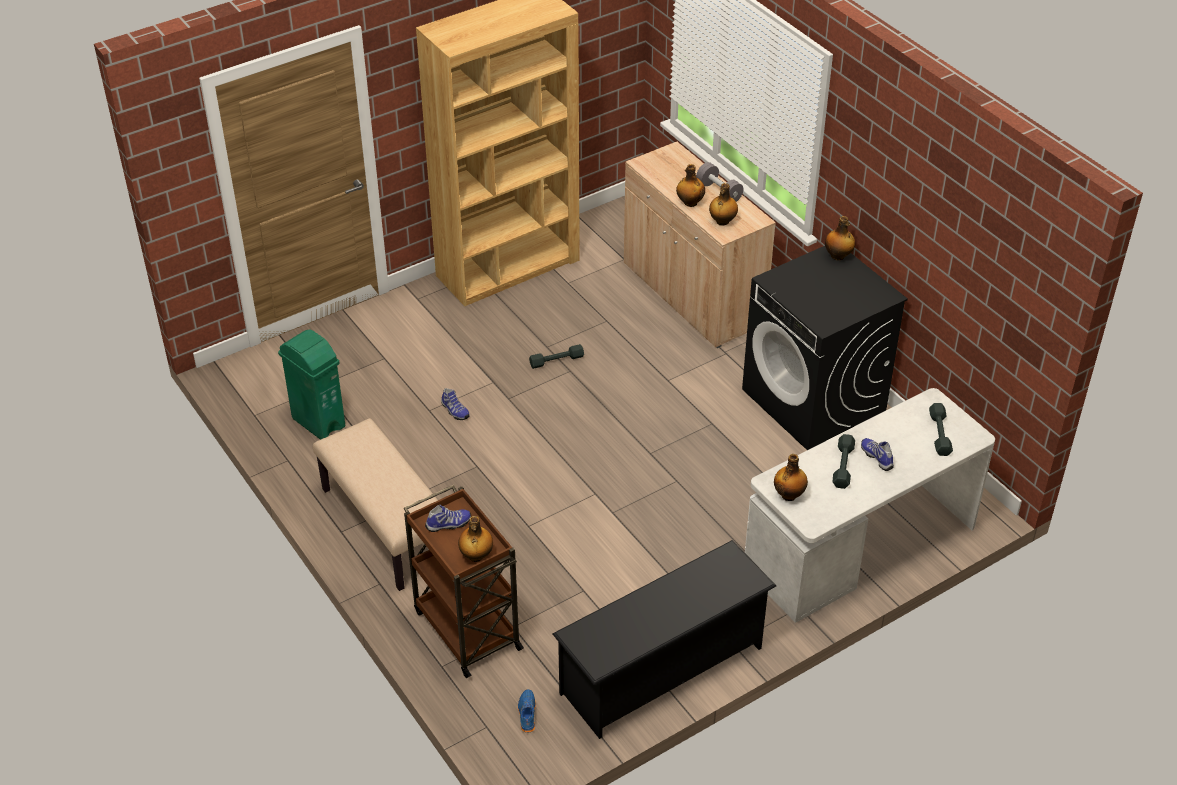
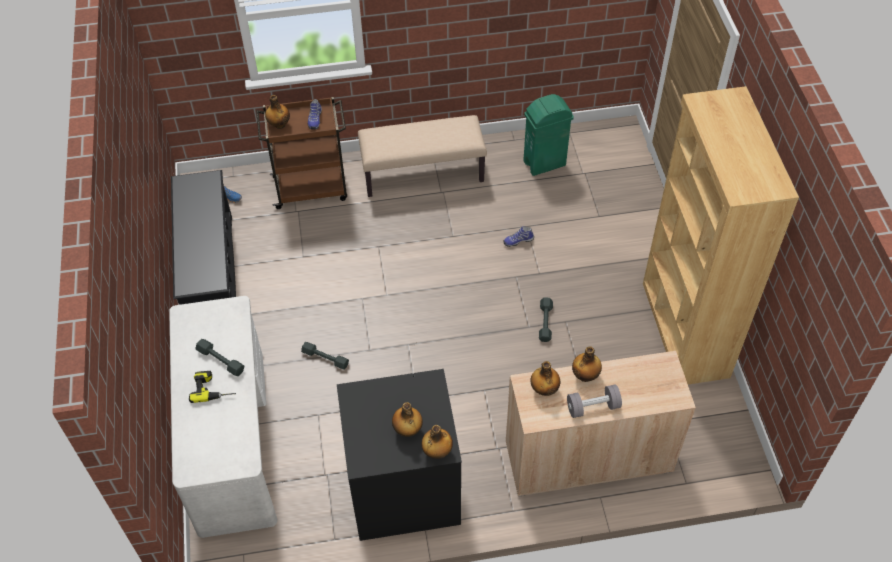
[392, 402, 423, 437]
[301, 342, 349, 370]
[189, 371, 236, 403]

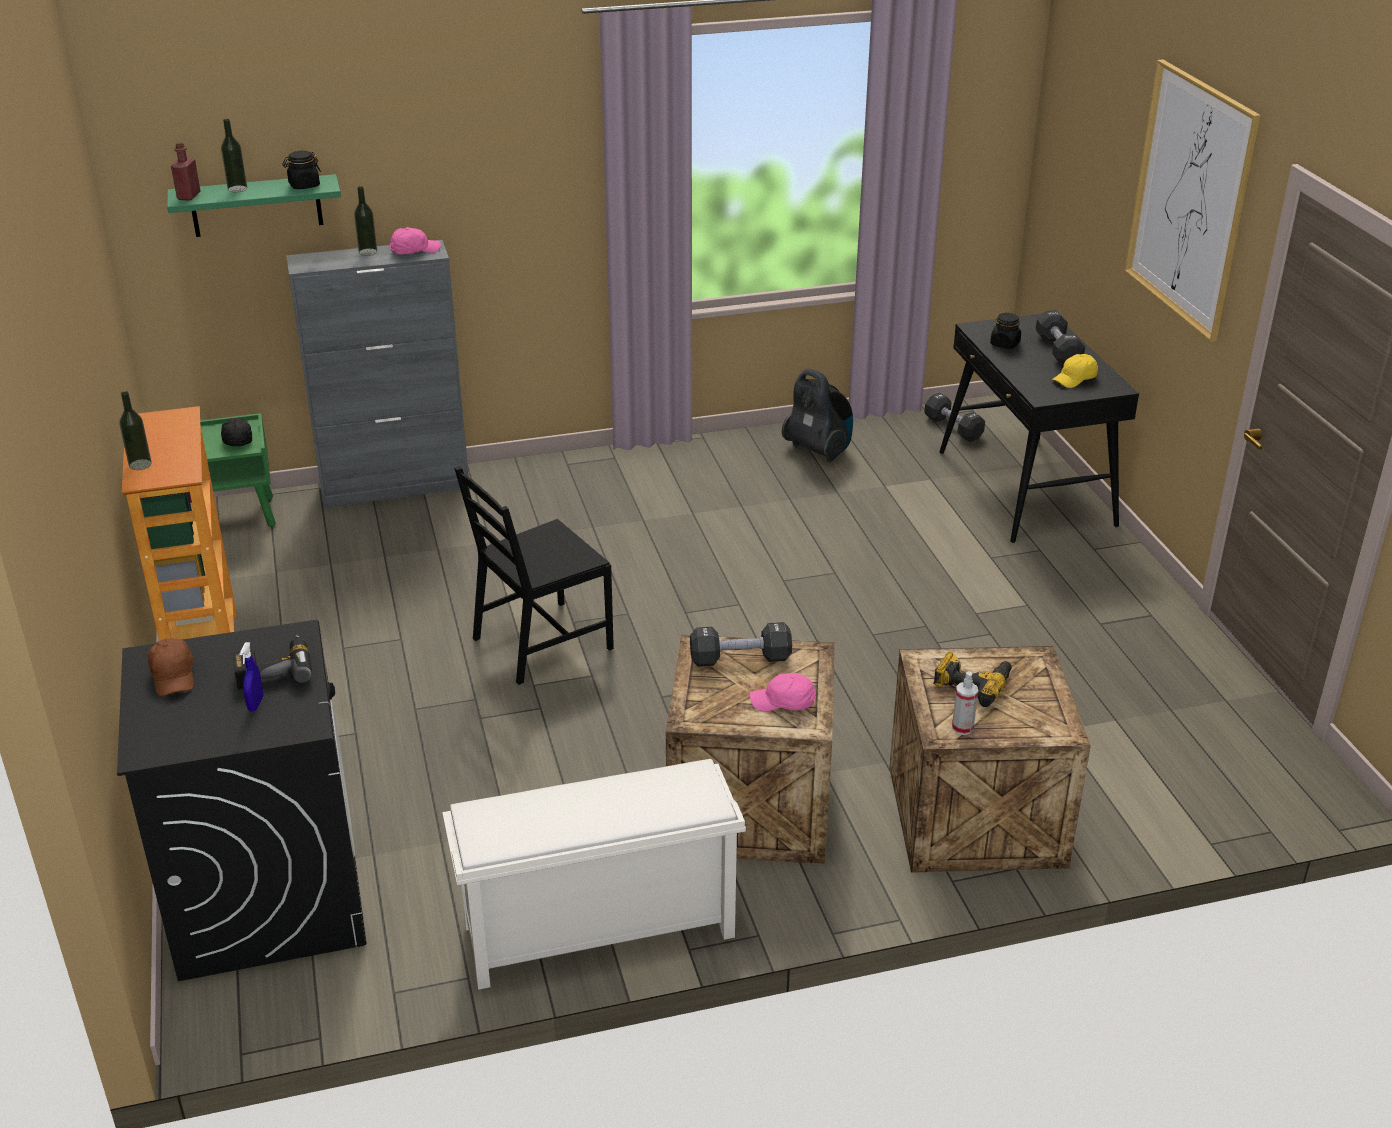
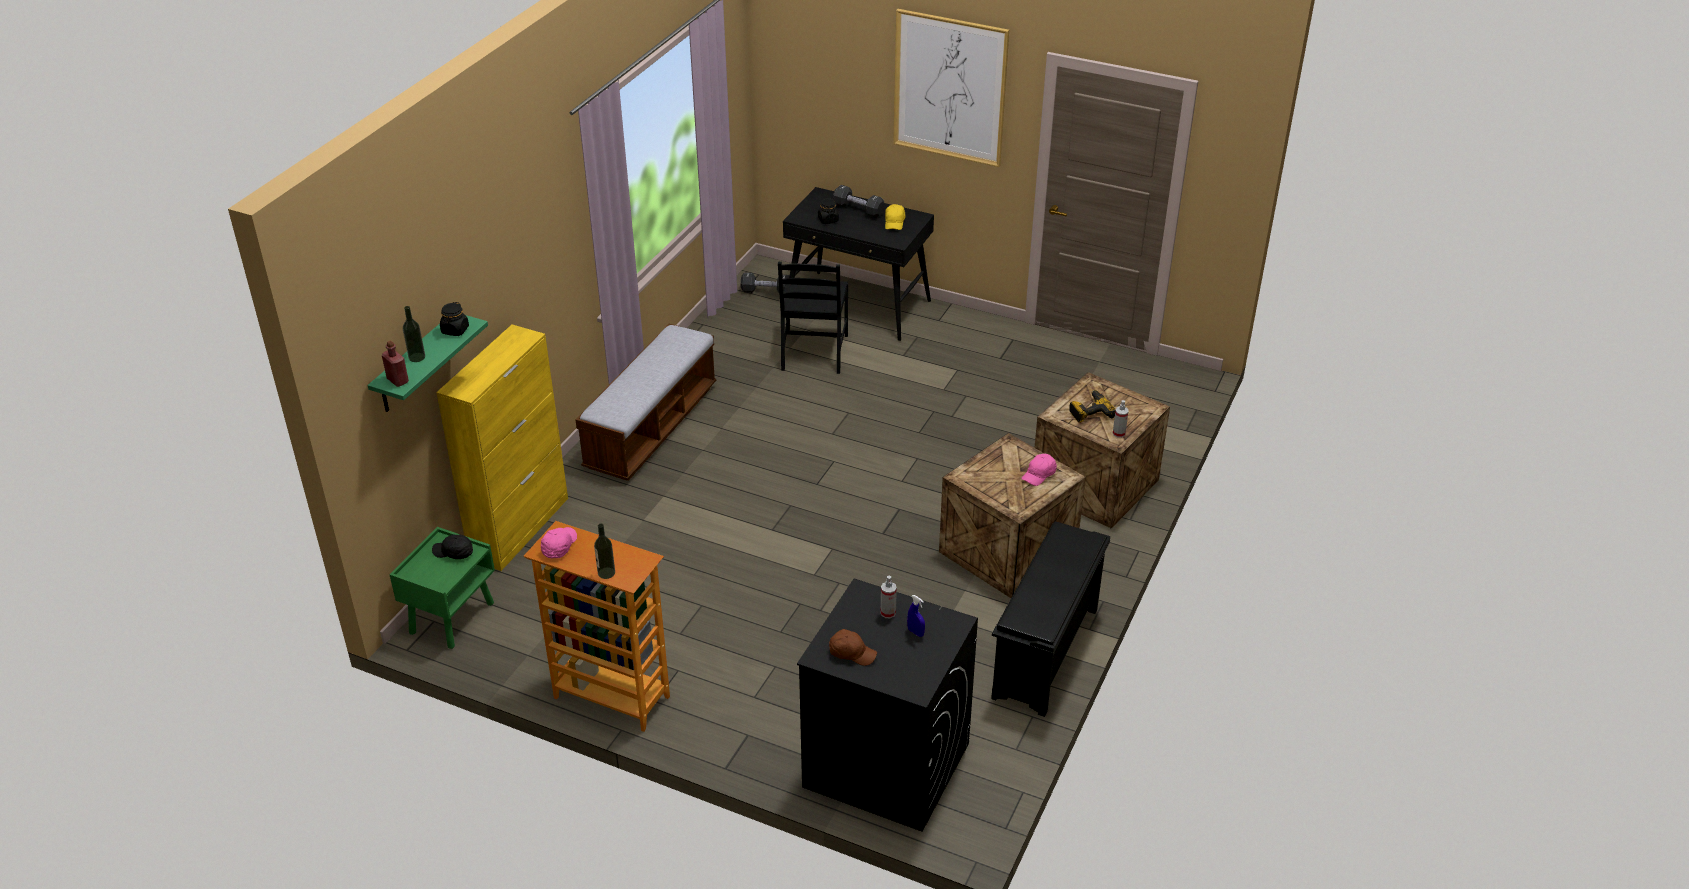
[354, 186, 377, 256] (first image)
[690, 622, 792, 667] (first image)
[782, 369, 853, 462] (first image)
[575, 324, 716, 481]
[541, 527, 577, 559]
[778, 262, 848, 374]
[881, 575, 897, 618]
[436, 325, 568, 571]
[991, 521, 1110, 717]

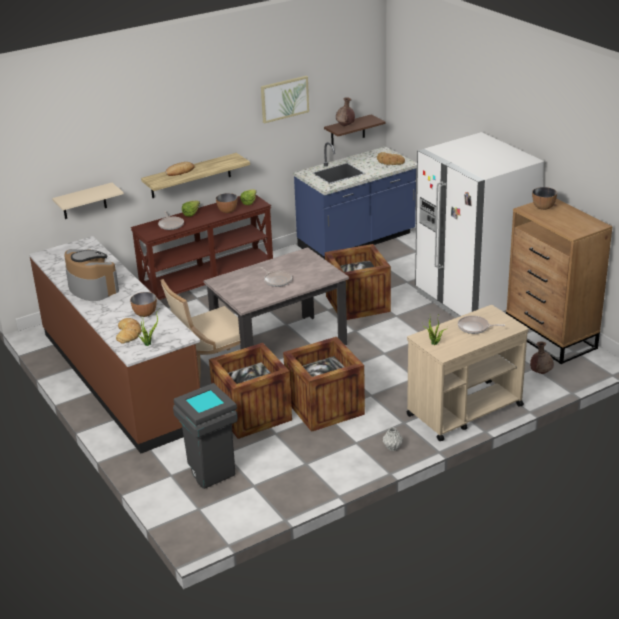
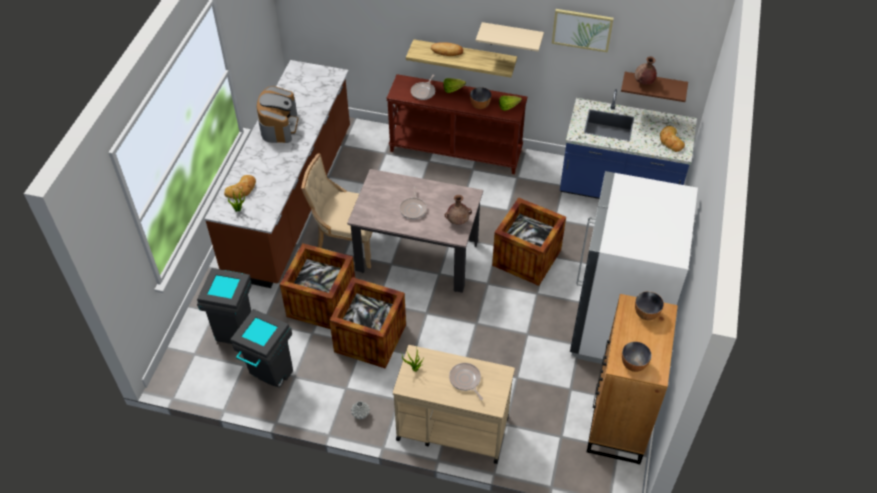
[230, 309, 293, 388]
[476, 22, 544, 52]
[622, 342, 652, 372]
[445, 195, 472, 225]

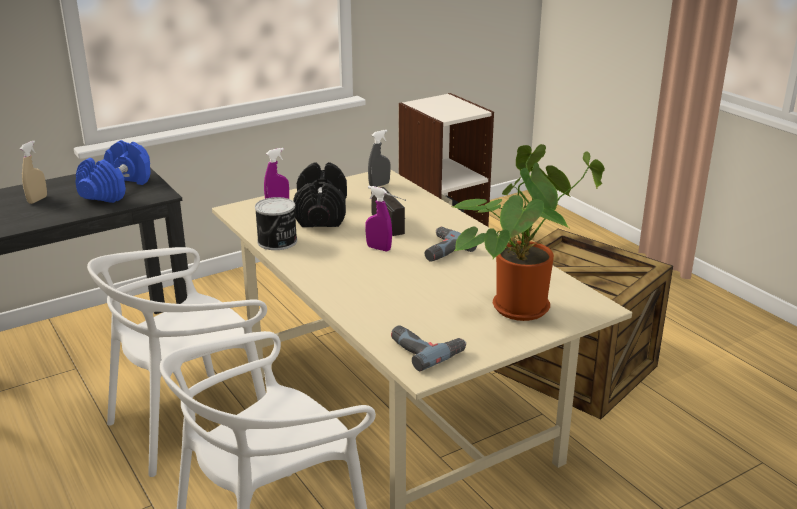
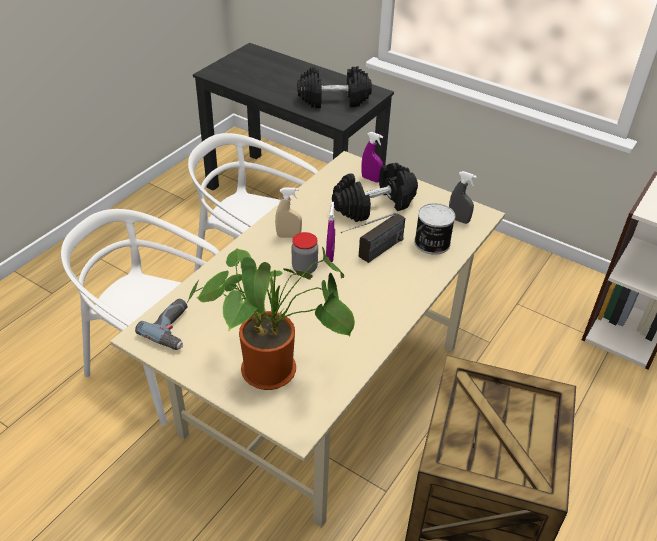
[425, 227, 477, 262] (first image)
[292, 232, 318, 274]
[275, 188, 302, 238]
[414, 203, 455, 255]
[297, 66, 372, 108]

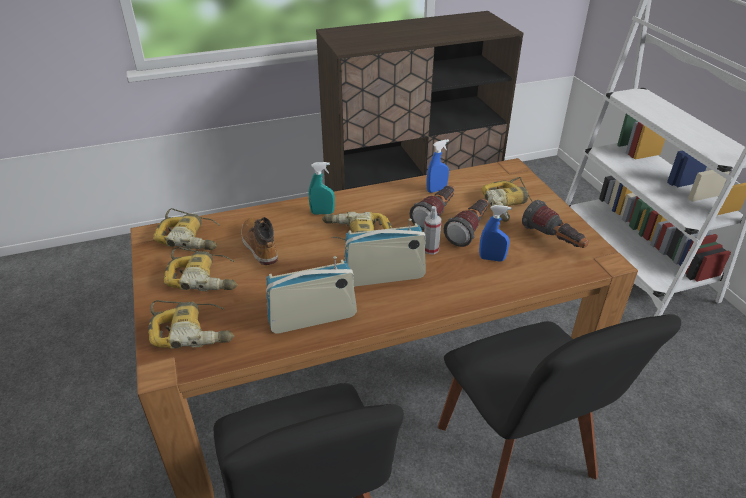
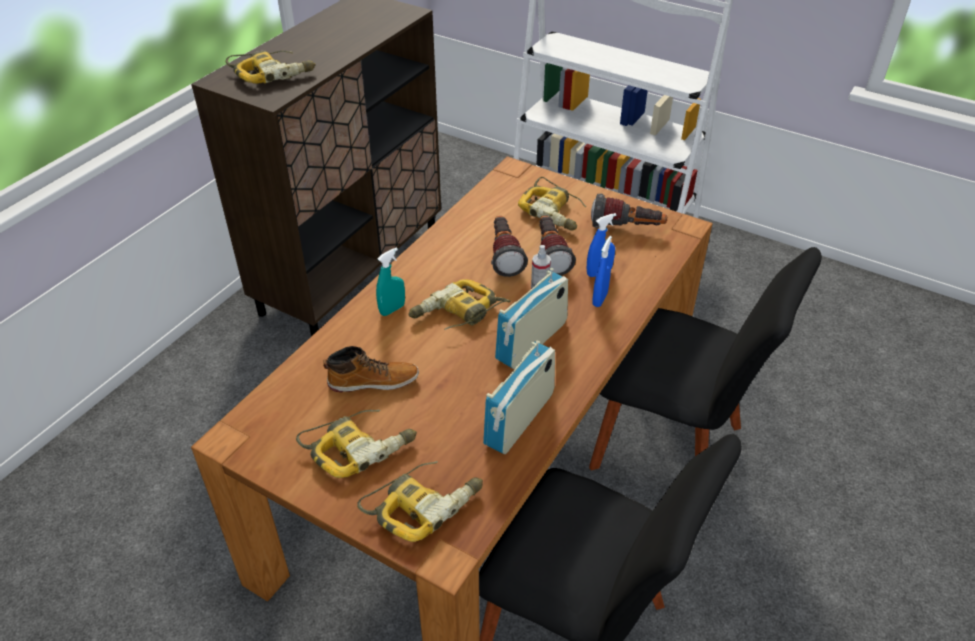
[225, 50, 316, 84]
[592, 236, 612, 307]
[323, 346, 419, 393]

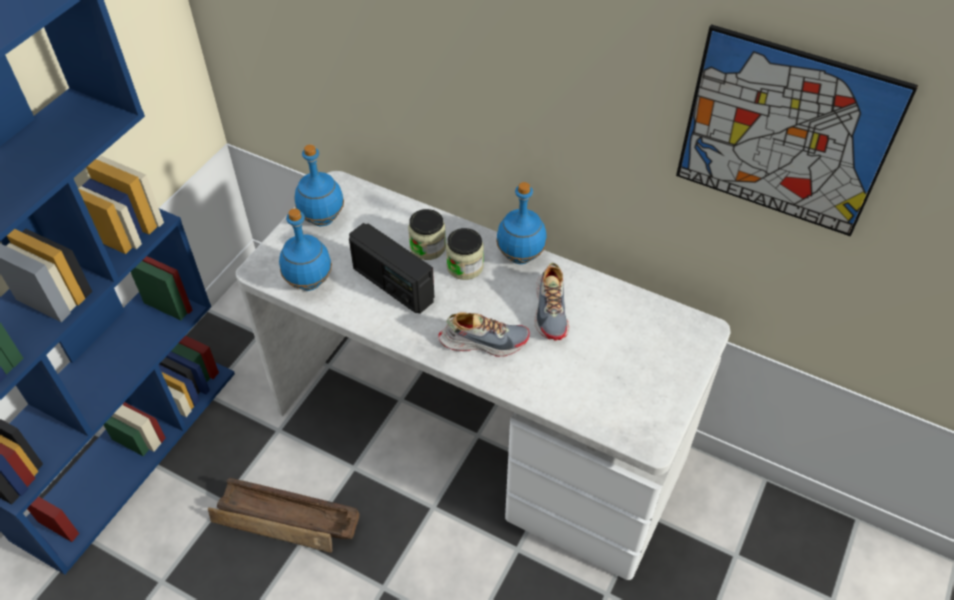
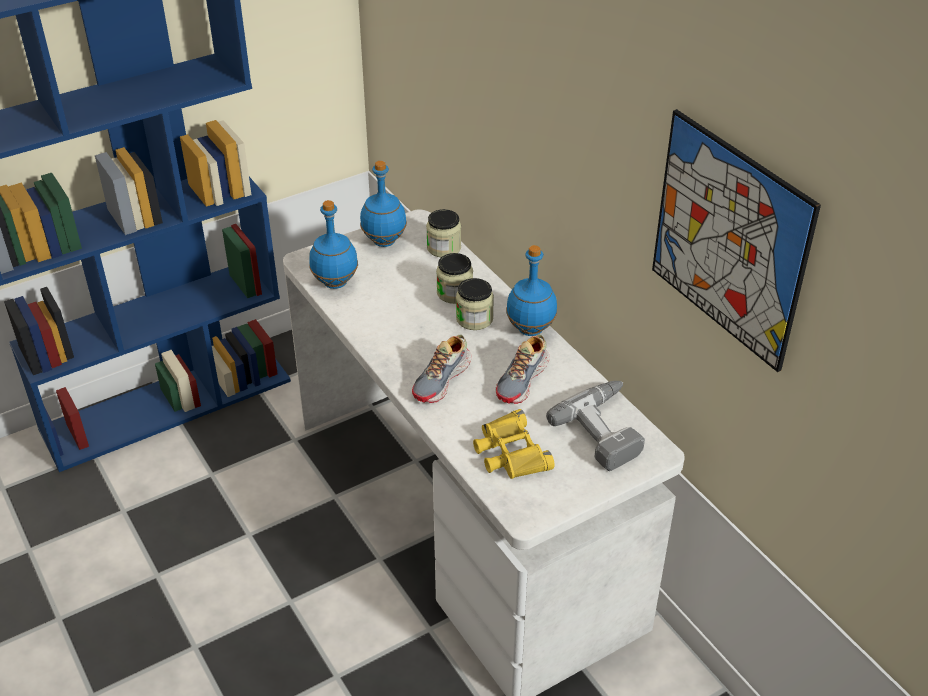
[208, 478, 360, 553] (first image)
[349, 223, 435, 314] (first image)
[426, 209, 461, 257]
[473, 409, 555, 479]
[546, 381, 645, 471]
[412, 334, 472, 403]

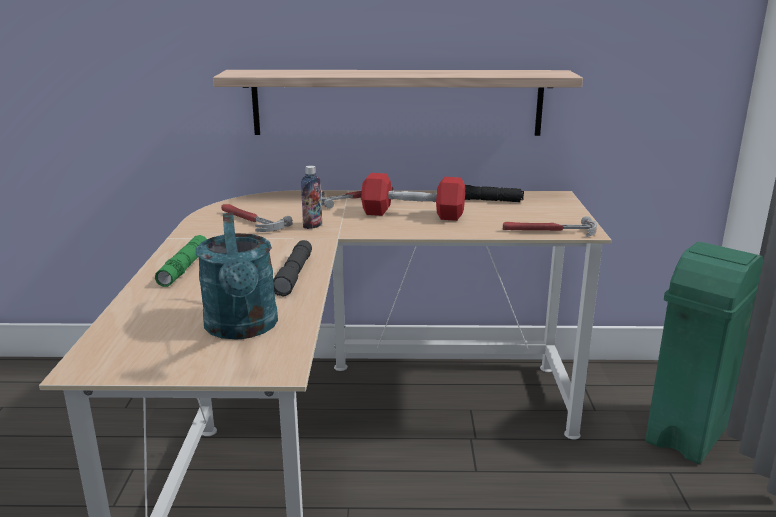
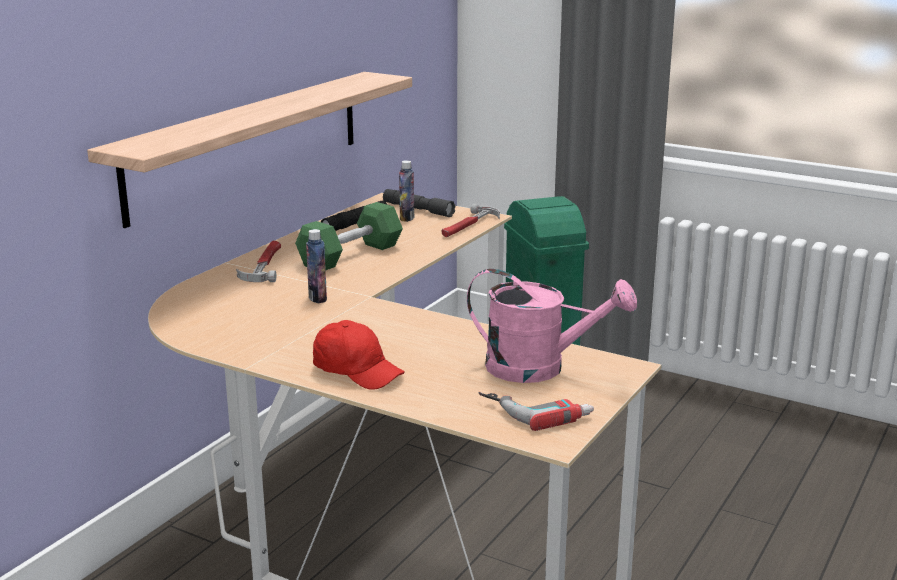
[221, 204, 293, 232] (first image)
[399, 160, 414, 222]
[479, 392, 594, 431]
[383, 189, 456, 217]
[313, 320, 405, 390]
[467, 269, 637, 383]
[295, 202, 403, 270]

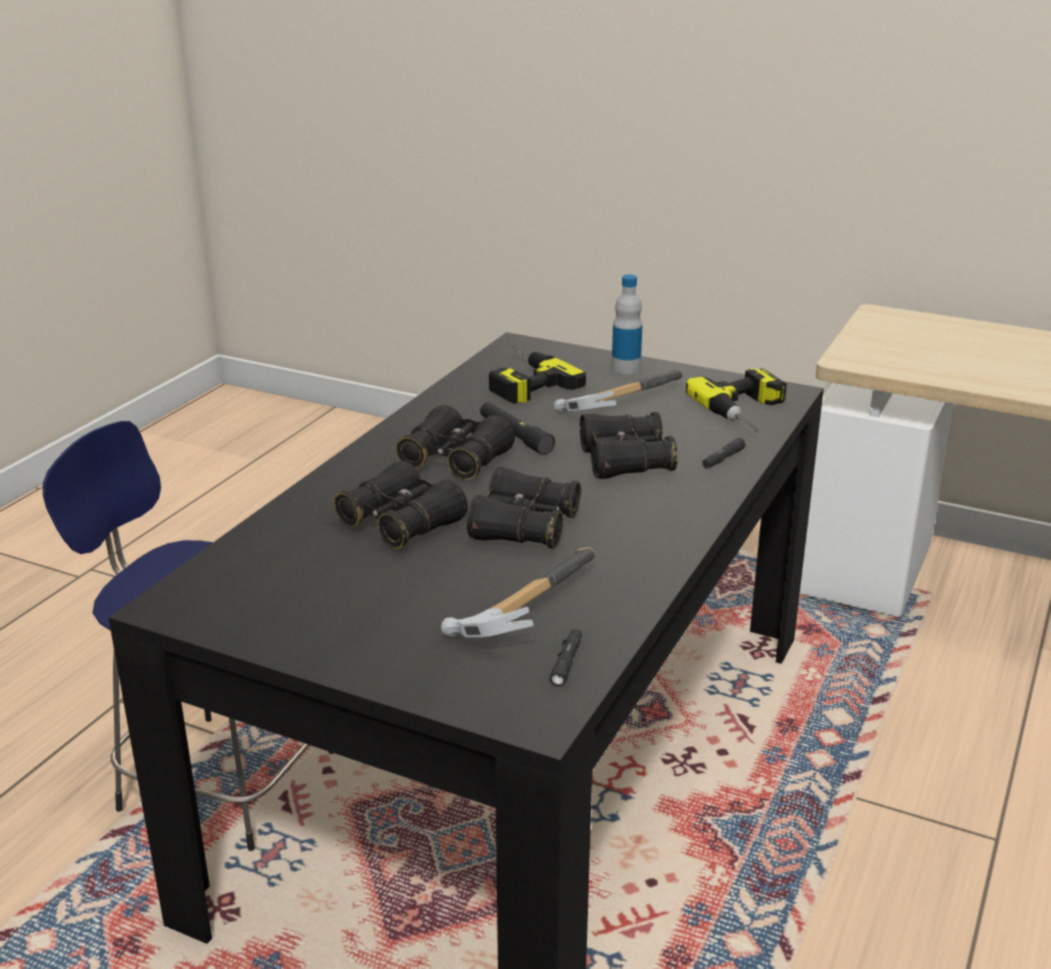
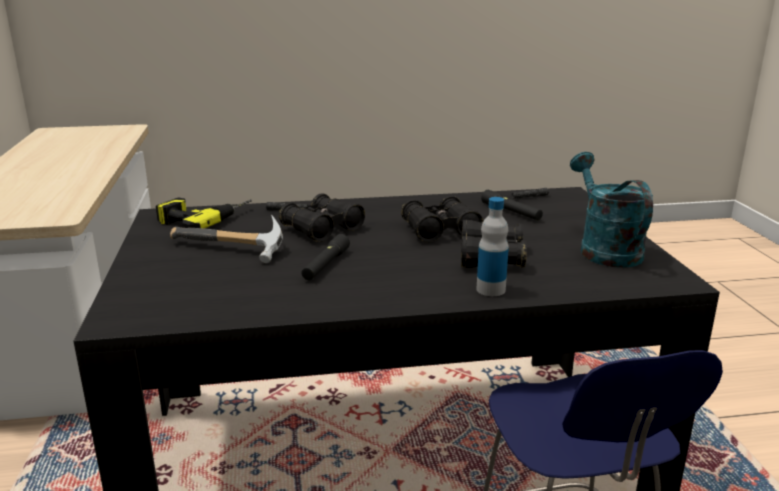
[395, 405, 515, 480] (first image)
[489, 346, 586, 404] (first image)
[570, 152, 653, 268]
[476, 197, 509, 296]
[481, 190, 543, 220]

